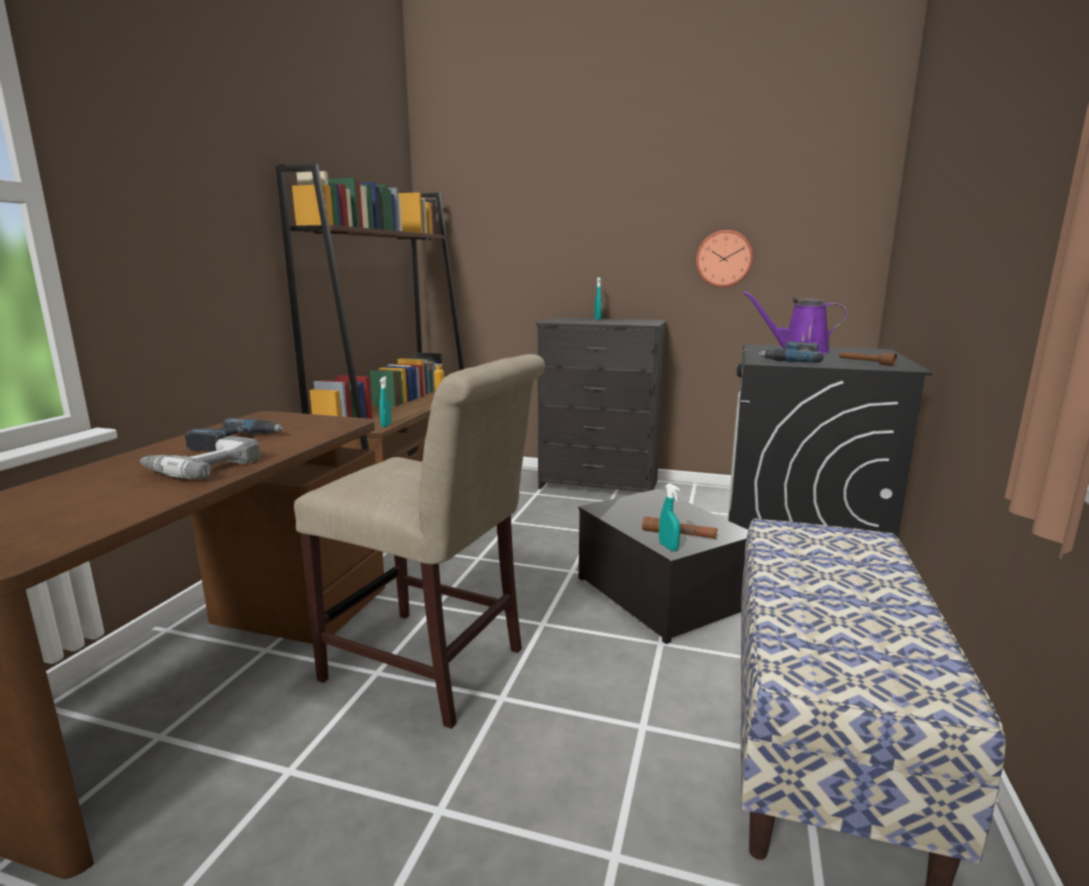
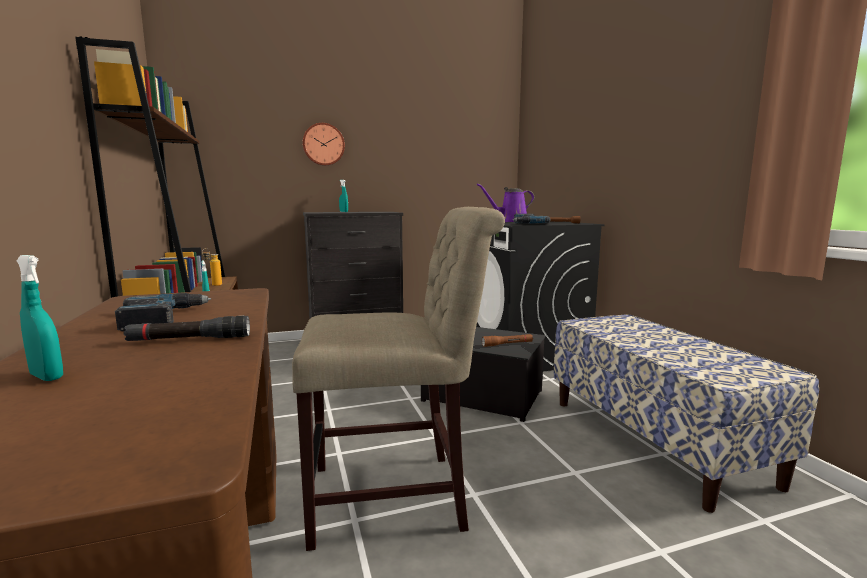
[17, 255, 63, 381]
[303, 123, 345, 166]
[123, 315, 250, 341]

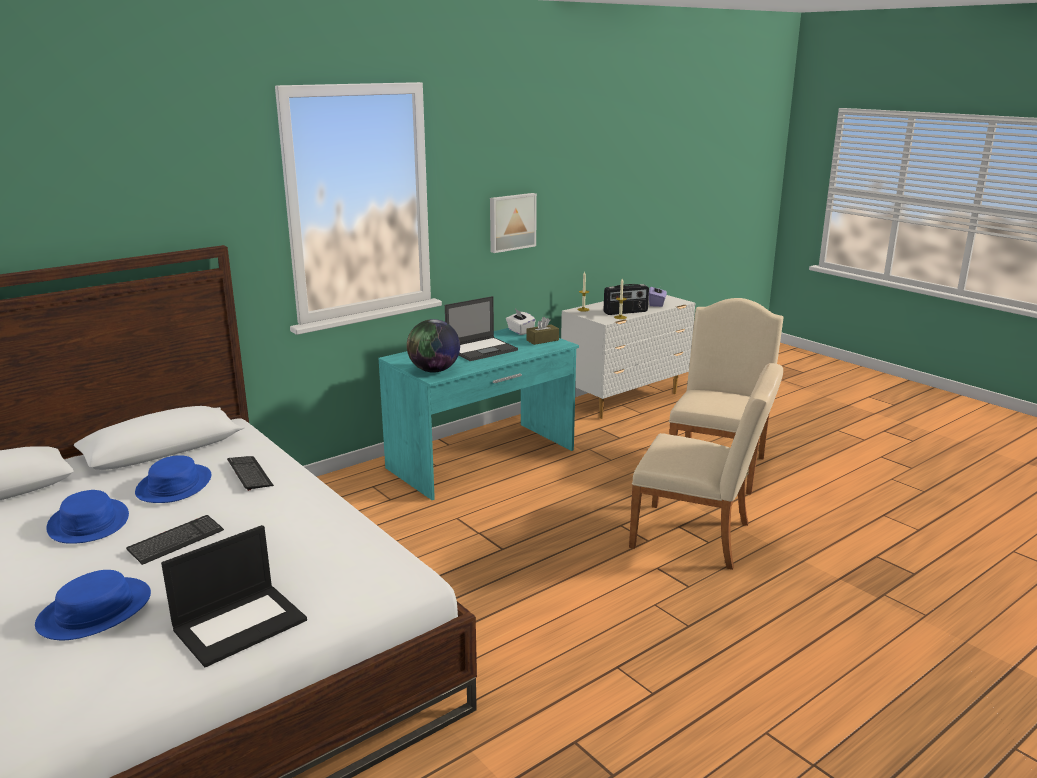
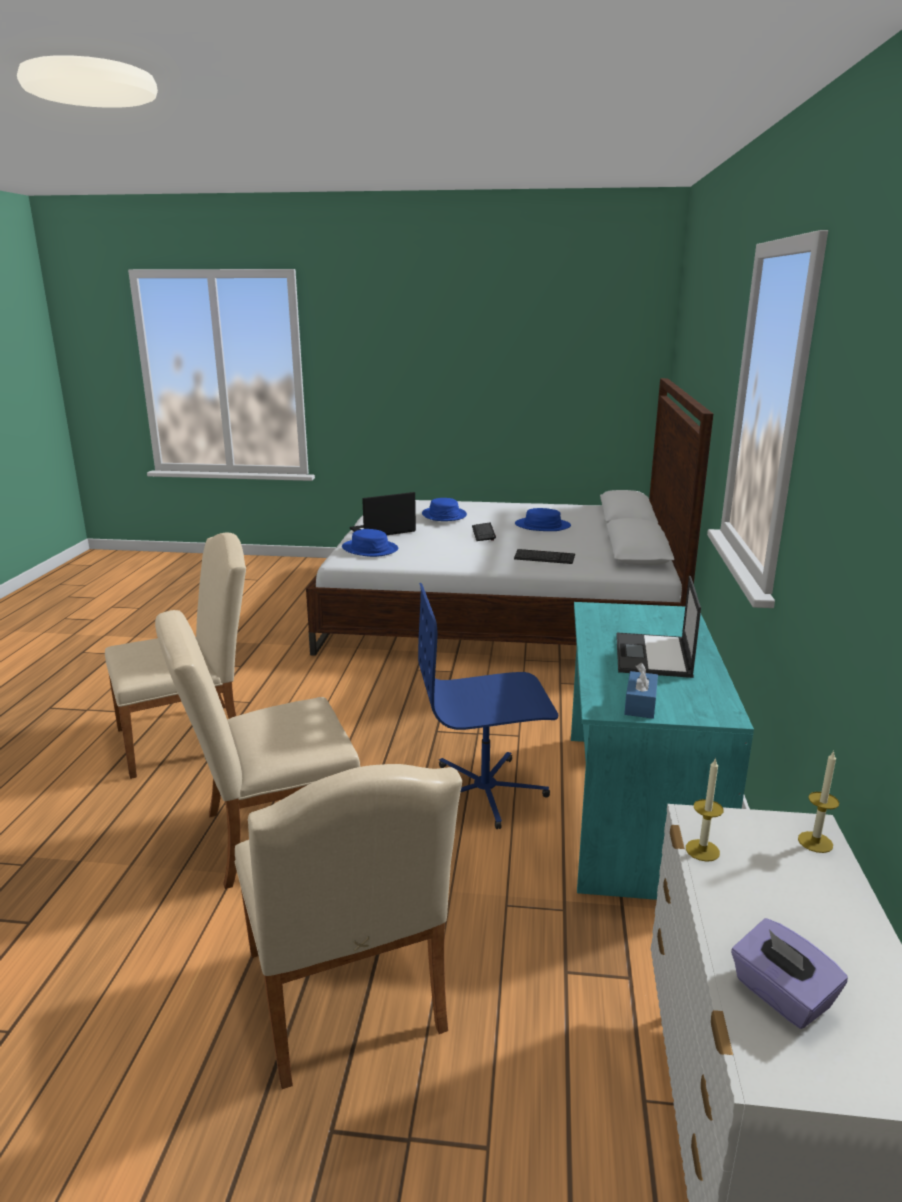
[407, 319, 460, 373] (first image)
[490, 193, 537, 253] (first image)
[506, 309, 536, 335] (first image)
[603, 284, 649, 315] (first image)
[105, 533, 246, 779]
[418, 583, 558, 829]
[342, 529, 398, 557]
[624, 663, 658, 719]
[350, 492, 416, 535]

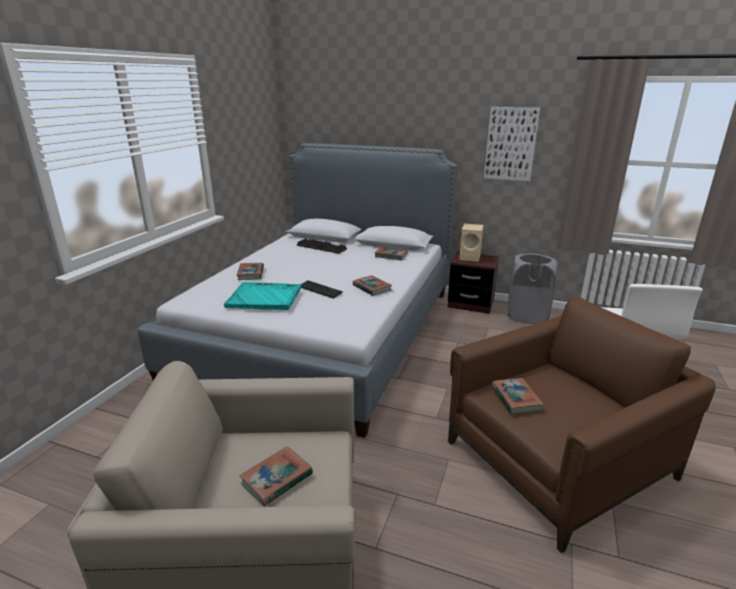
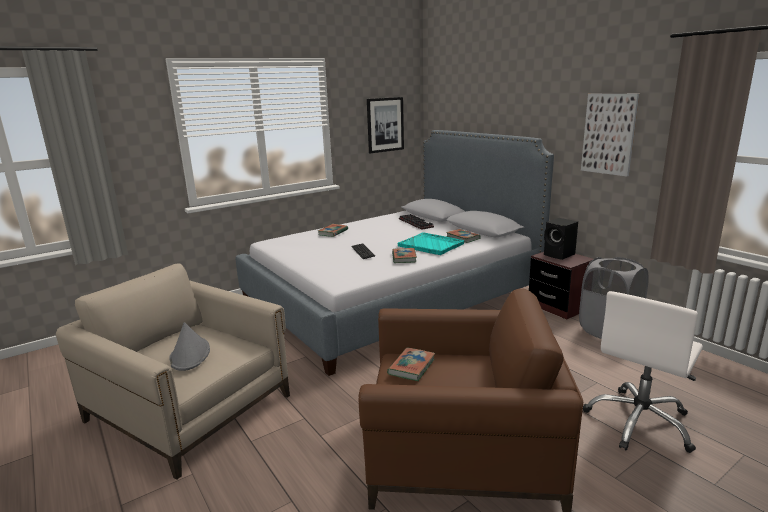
[367, 97, 404, 153]
[398, 232, 464, 255]
[169, 322, 210, 371]
[544, 218, 578, 260]

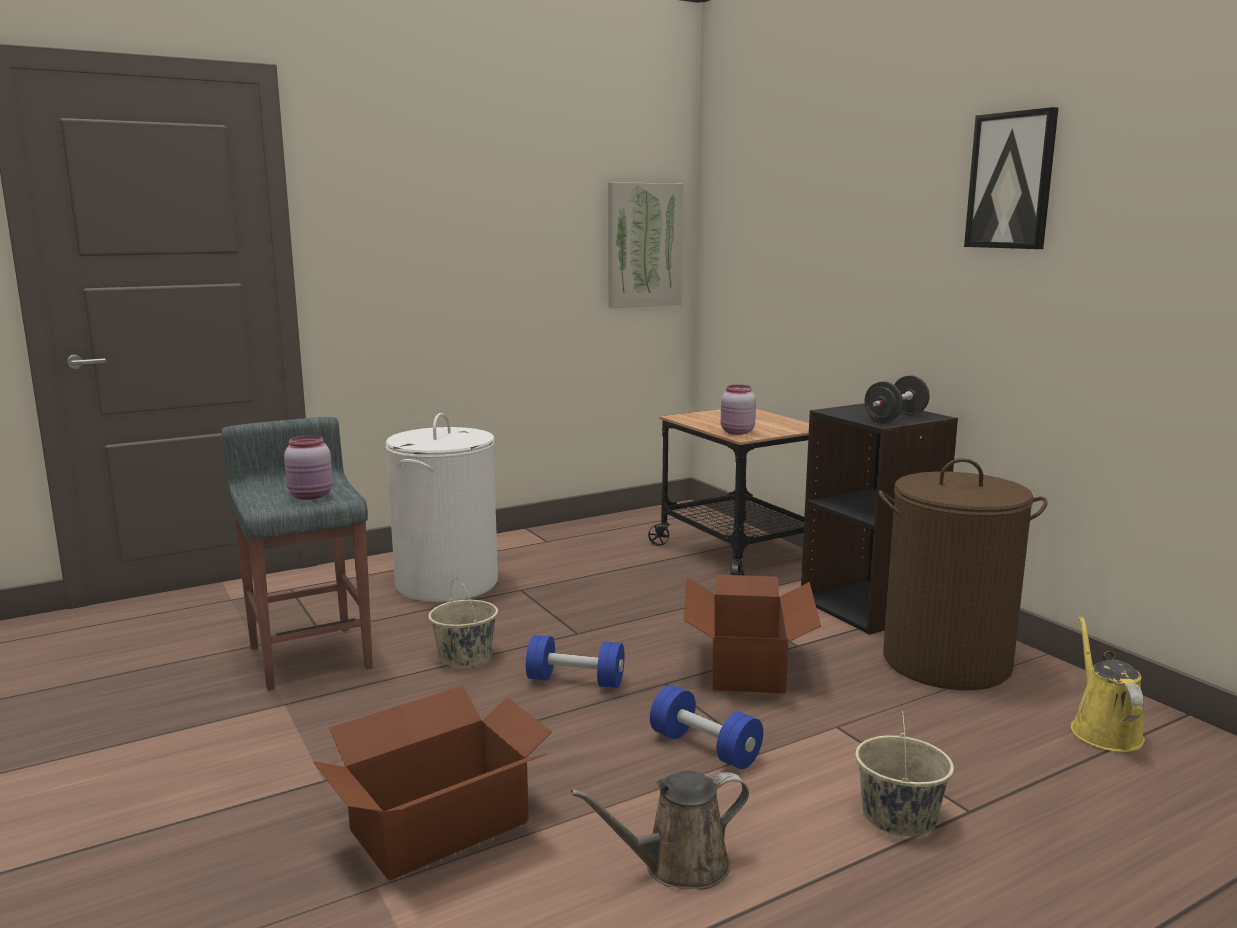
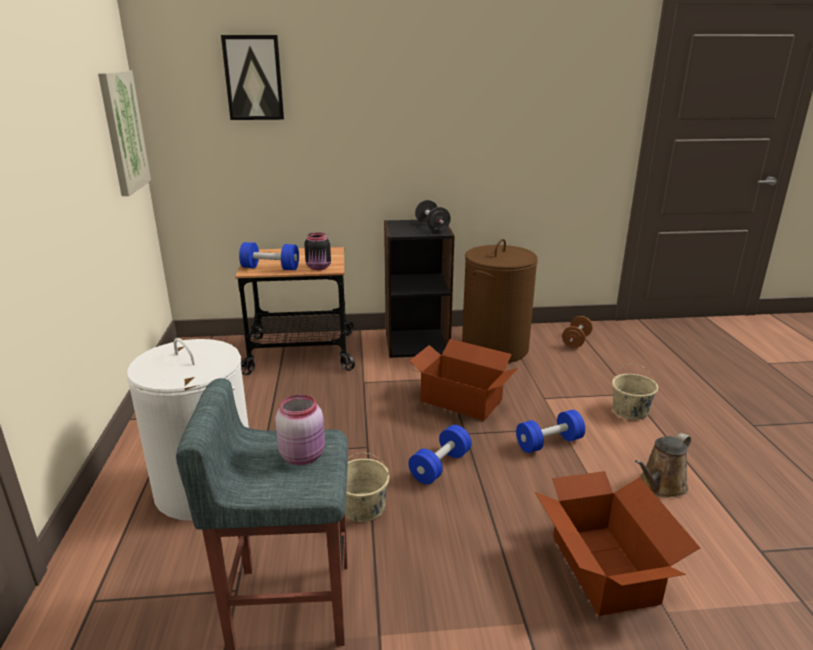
[239, 242, 299, 270]
[221, 35, 284, 120]
[562, 316, 593, 348]
[304, 232, 331, 270]
[635, 433, 691, 498]

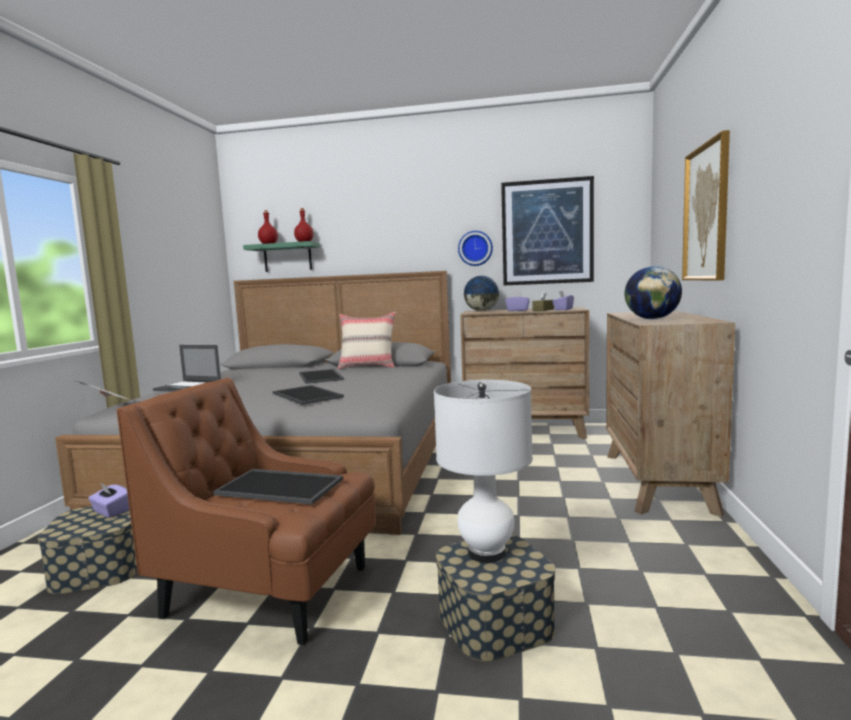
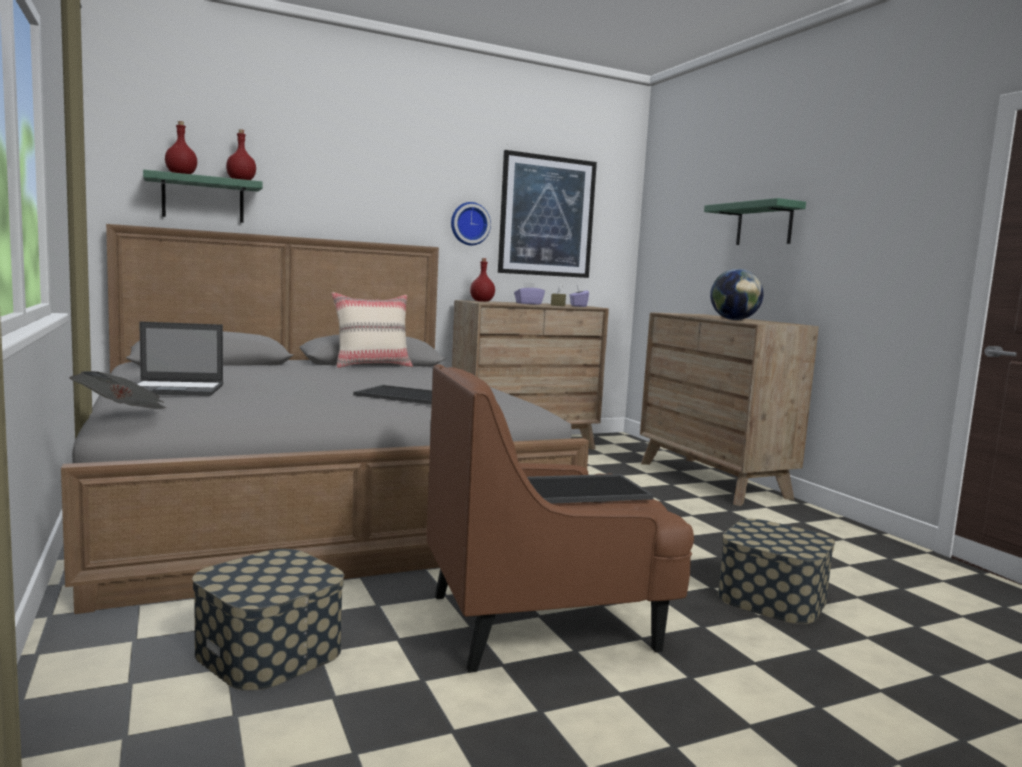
[88, 483, 129, 518] (first image)
[299, 369, 344, 384] (first image)
[434, 380, 533, 563] (first image)
[470, 258, 495, 302]
[704, 198, 806, 245]

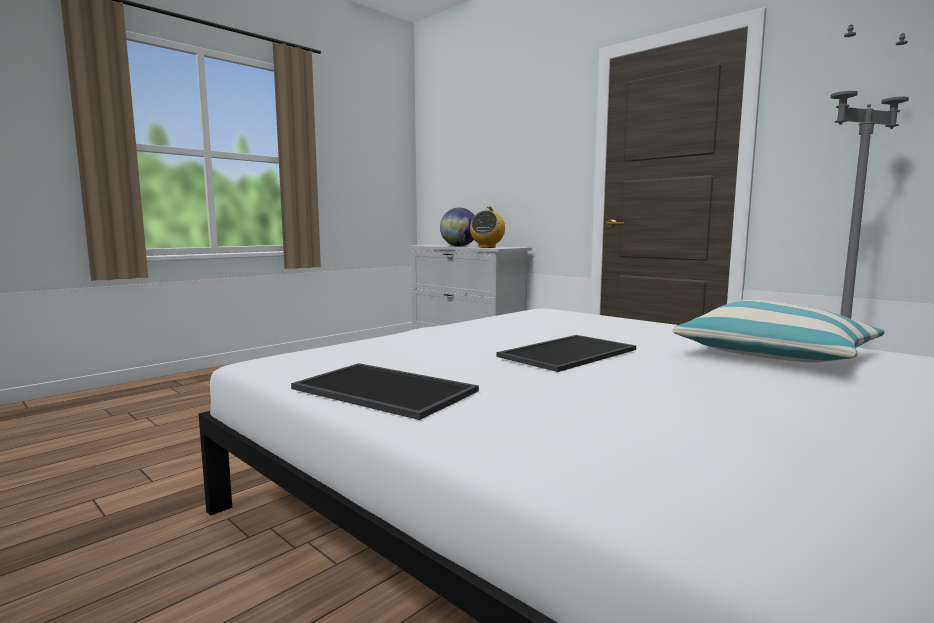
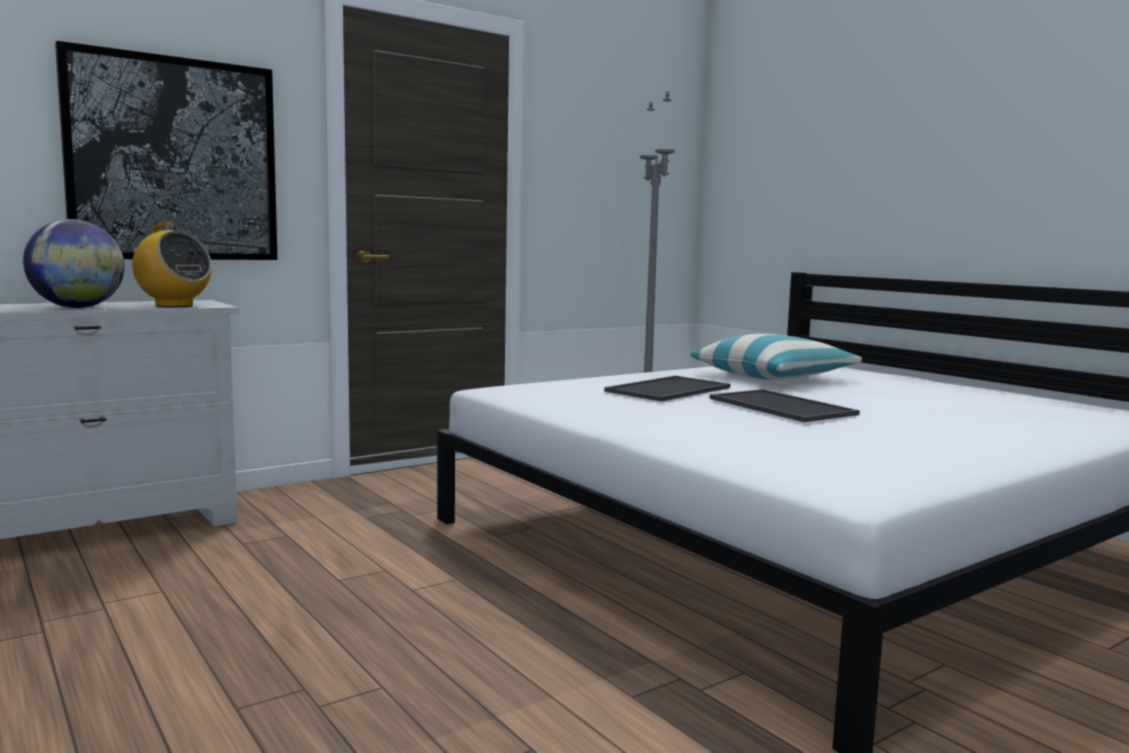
[55, 41, 278, 260]
[604, 376, 730, 402]

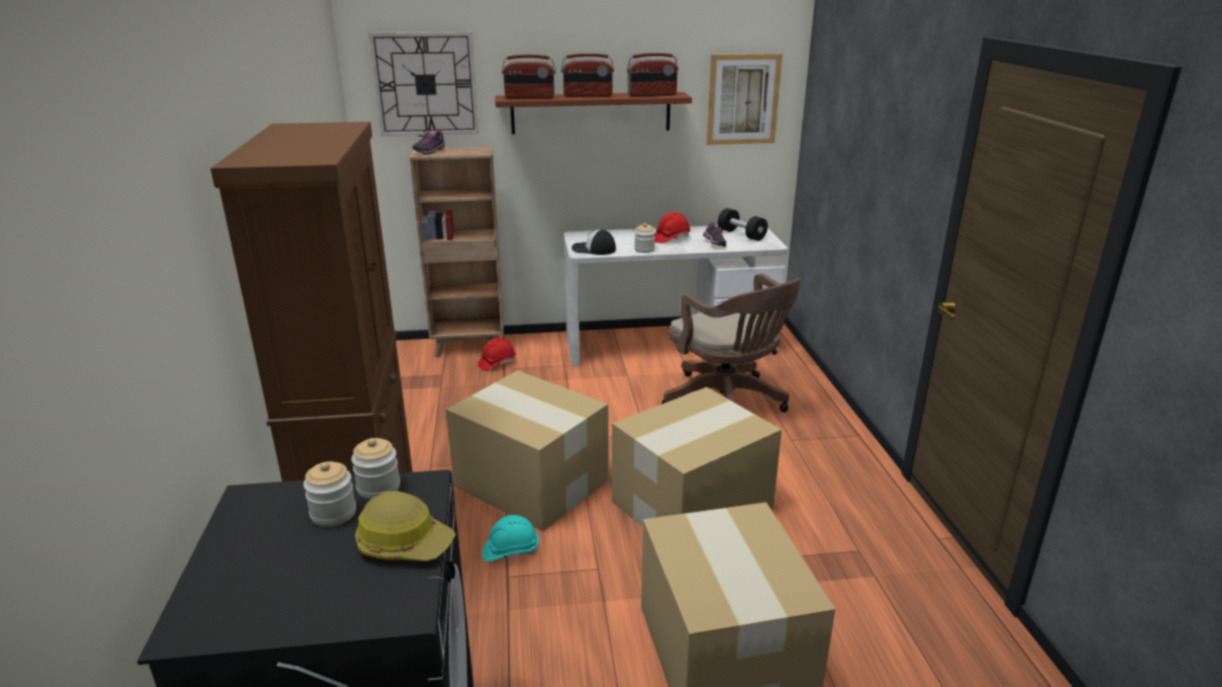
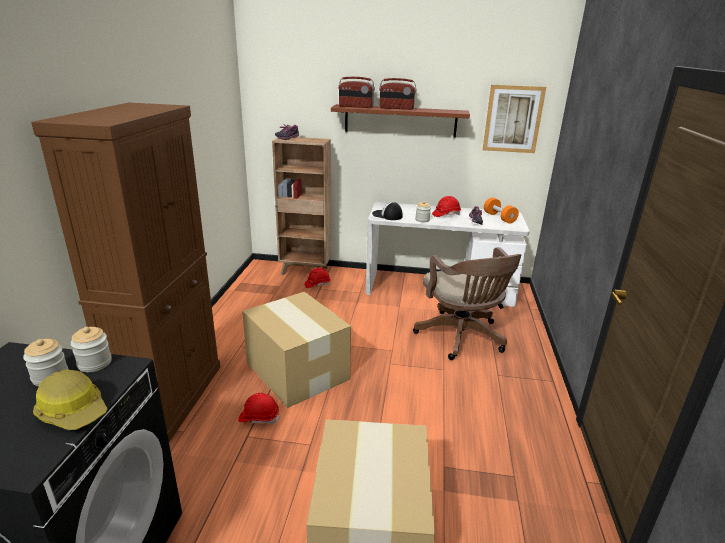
[369, 32, 479, 136] (first image)
[612, 387, 782, 527] (first image)
[627, 53, 678, 97] (first image)
[238, 393, 280, 424]
[484, 198, 519, 224]

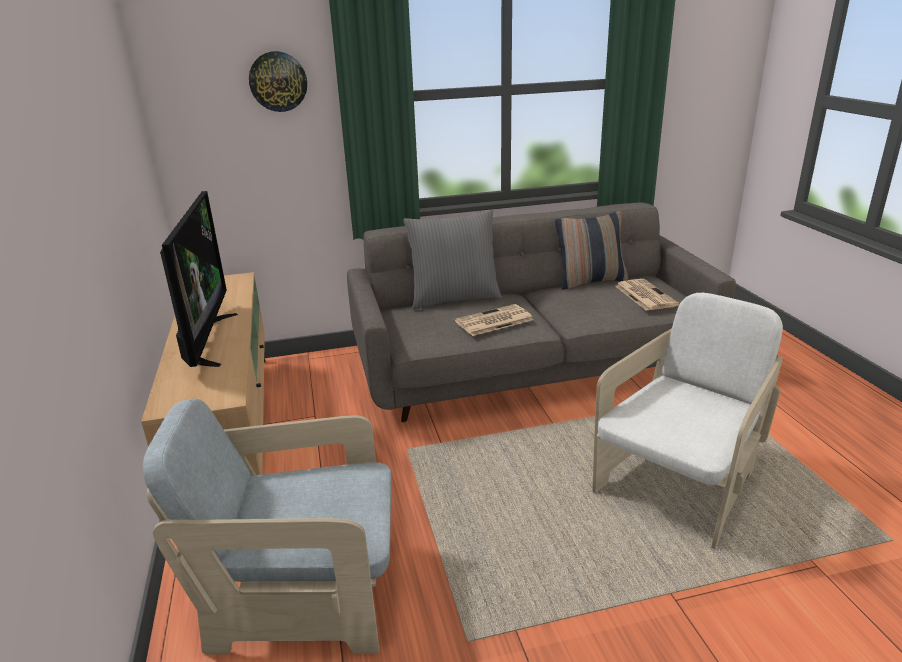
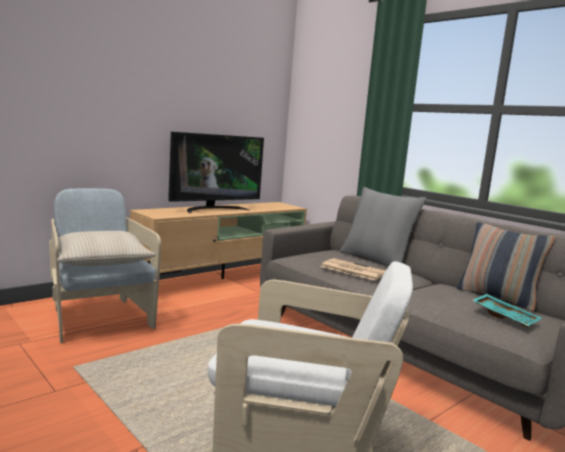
[249, 51, 307, 112] (first image)
[52, 231, 156, 266]
[473, 294, 541, 327]

